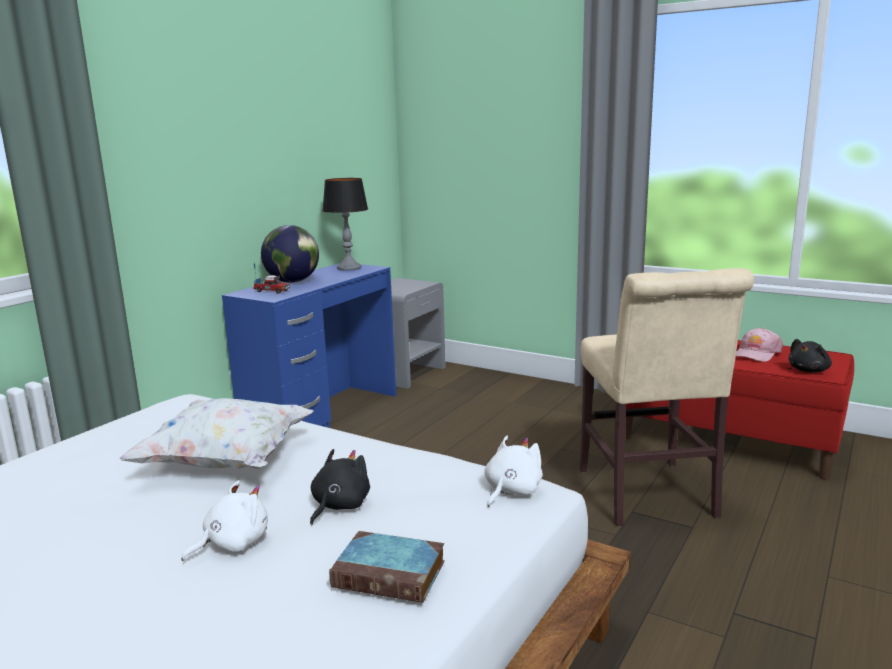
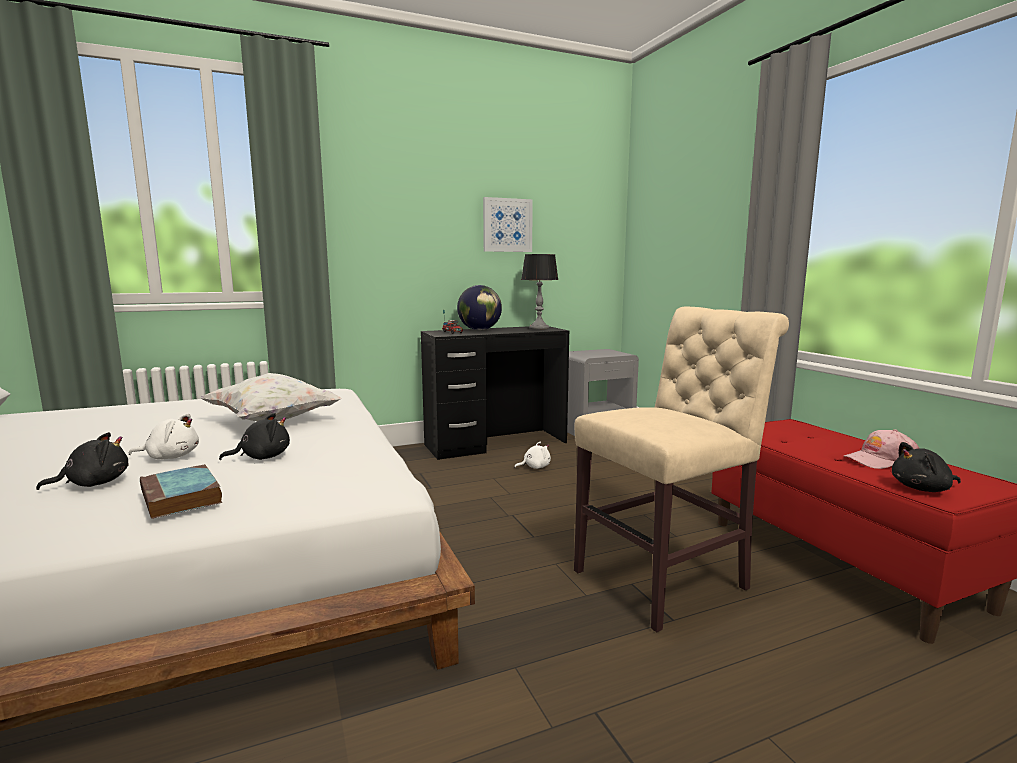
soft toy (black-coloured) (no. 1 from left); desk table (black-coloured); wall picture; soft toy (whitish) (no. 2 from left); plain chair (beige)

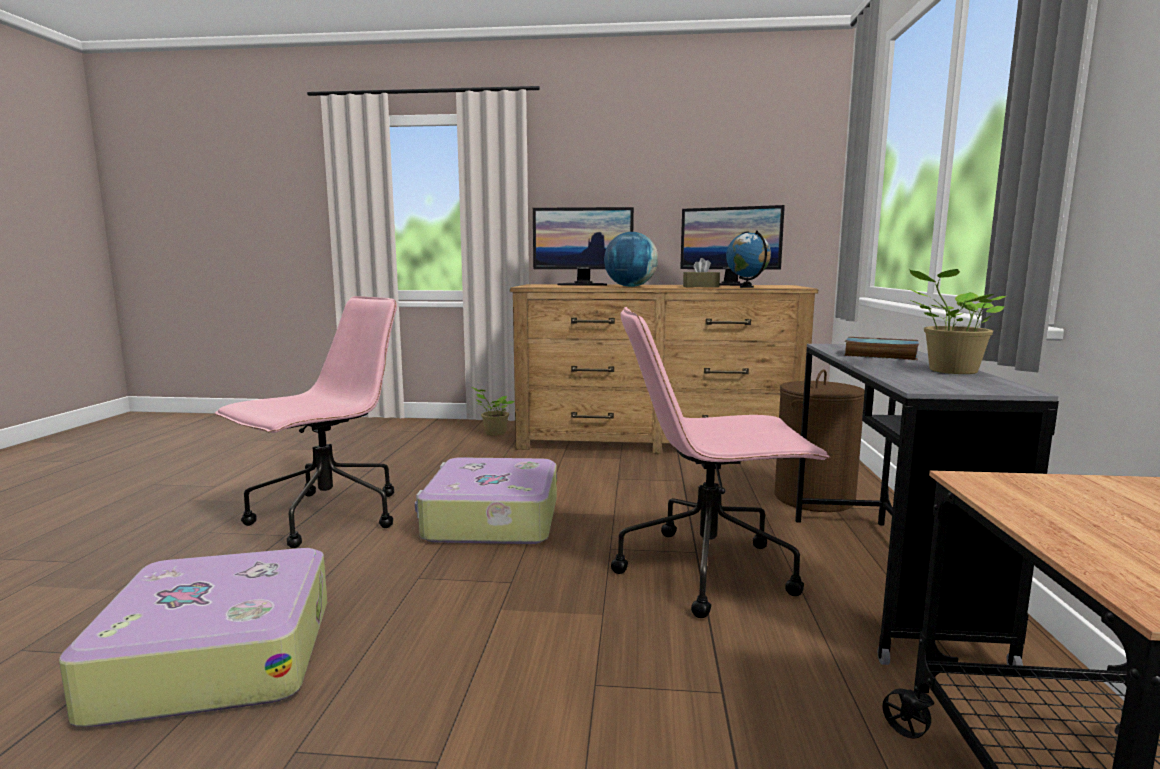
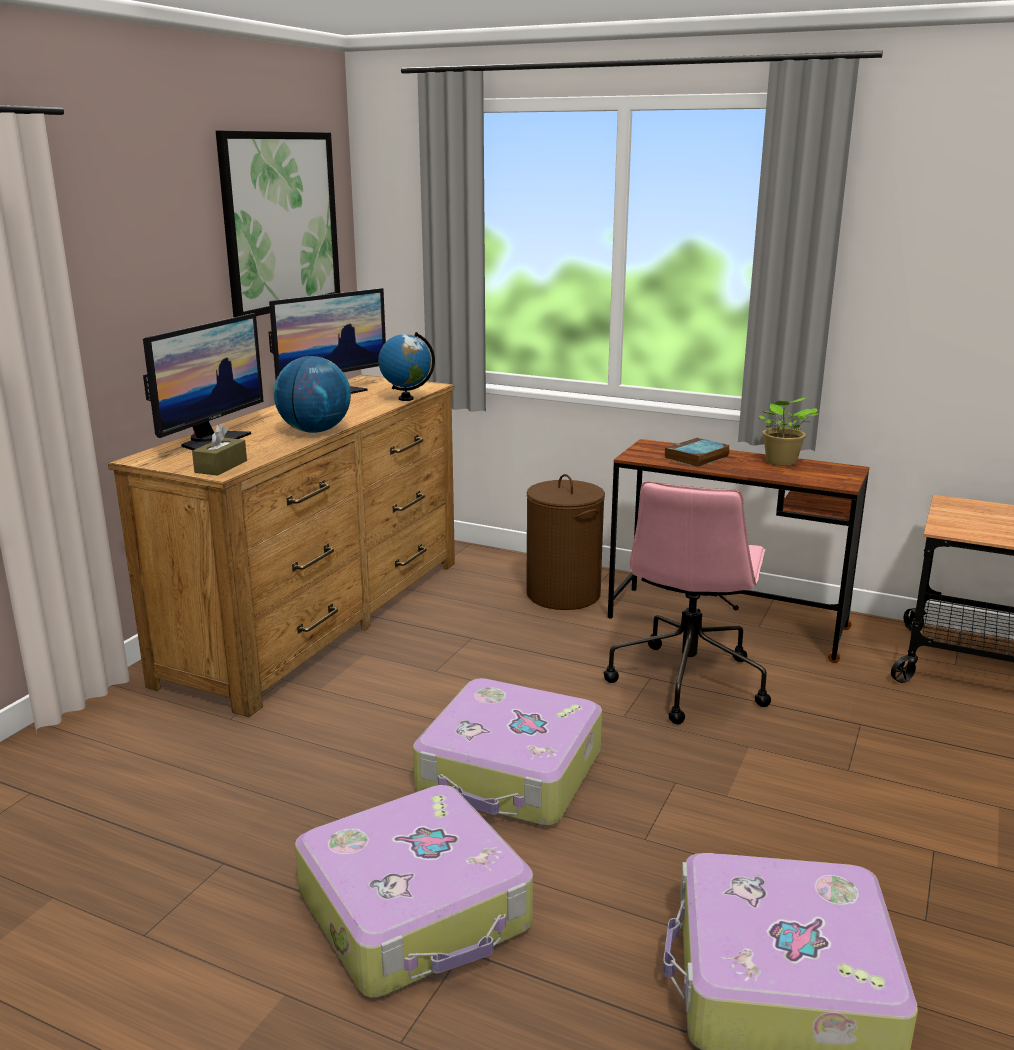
tissue box (brown); wall picture; travel case (no. 1 from left); desk table (brown); houseplant (no. 1 from left in the first image)

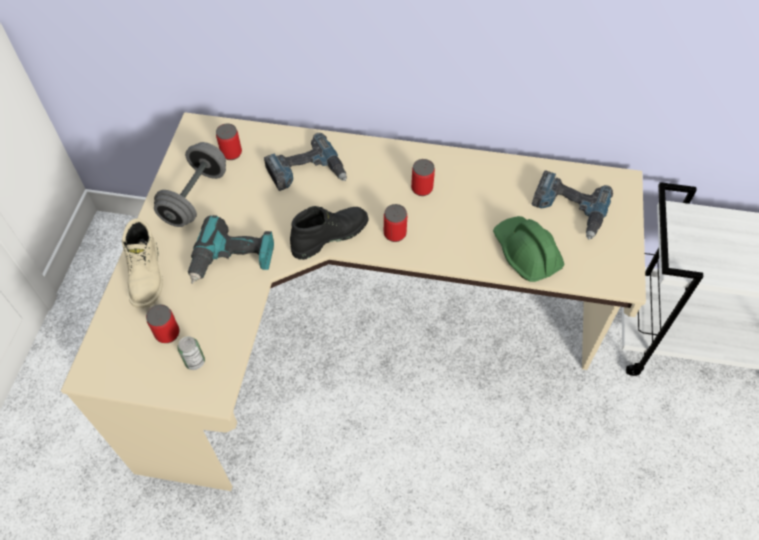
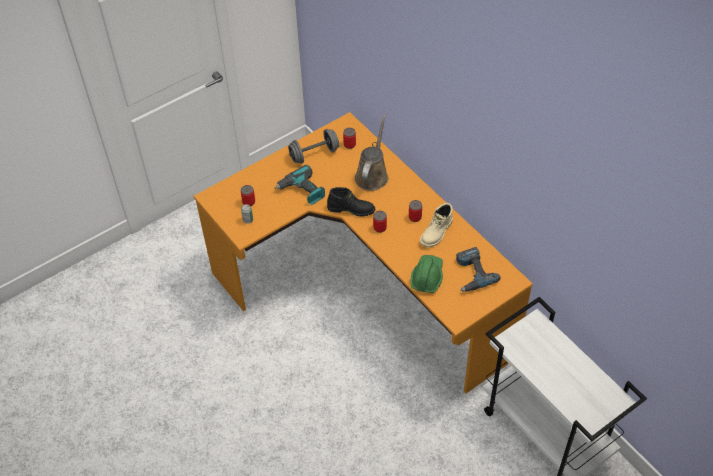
desk table (orange-coloured); sprinkling can (brown); high-top boot (beige)

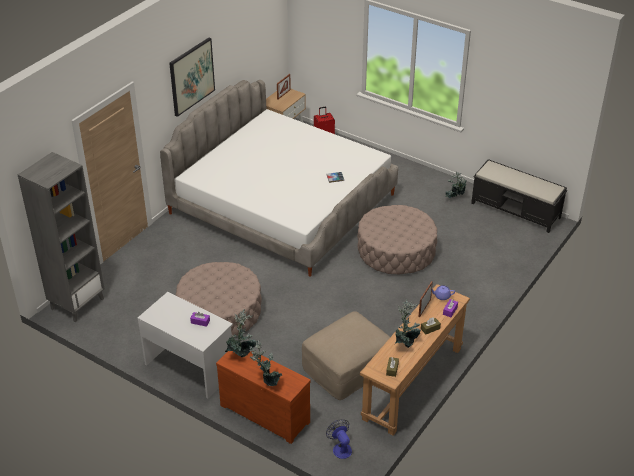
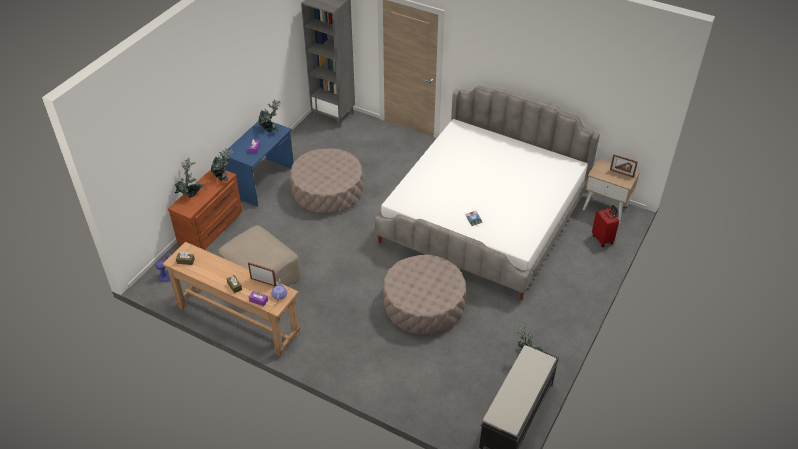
desk table (blue-coloured); houseplant (no. 3 from left); wall picture

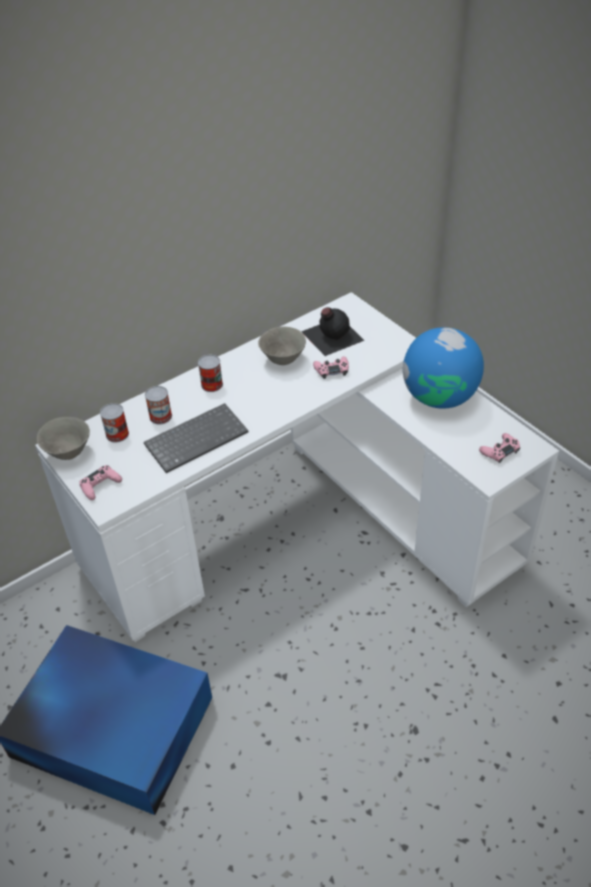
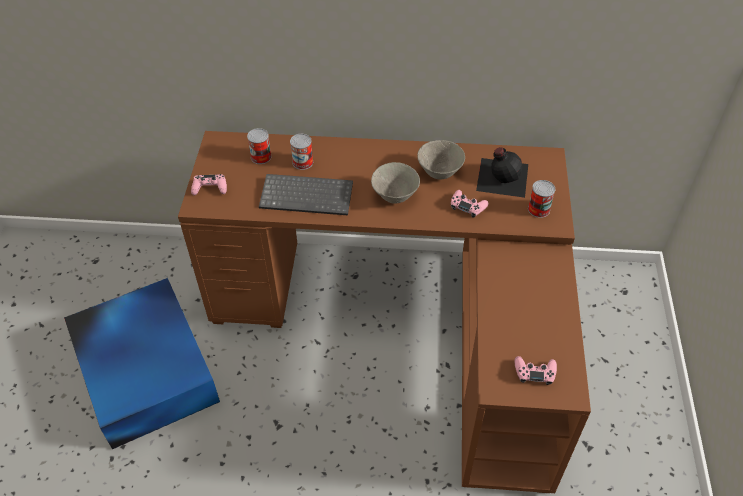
desk table (brown); deep dish (greyish) (no. 1 from left); sealed can (no. 3 from left); desk globe

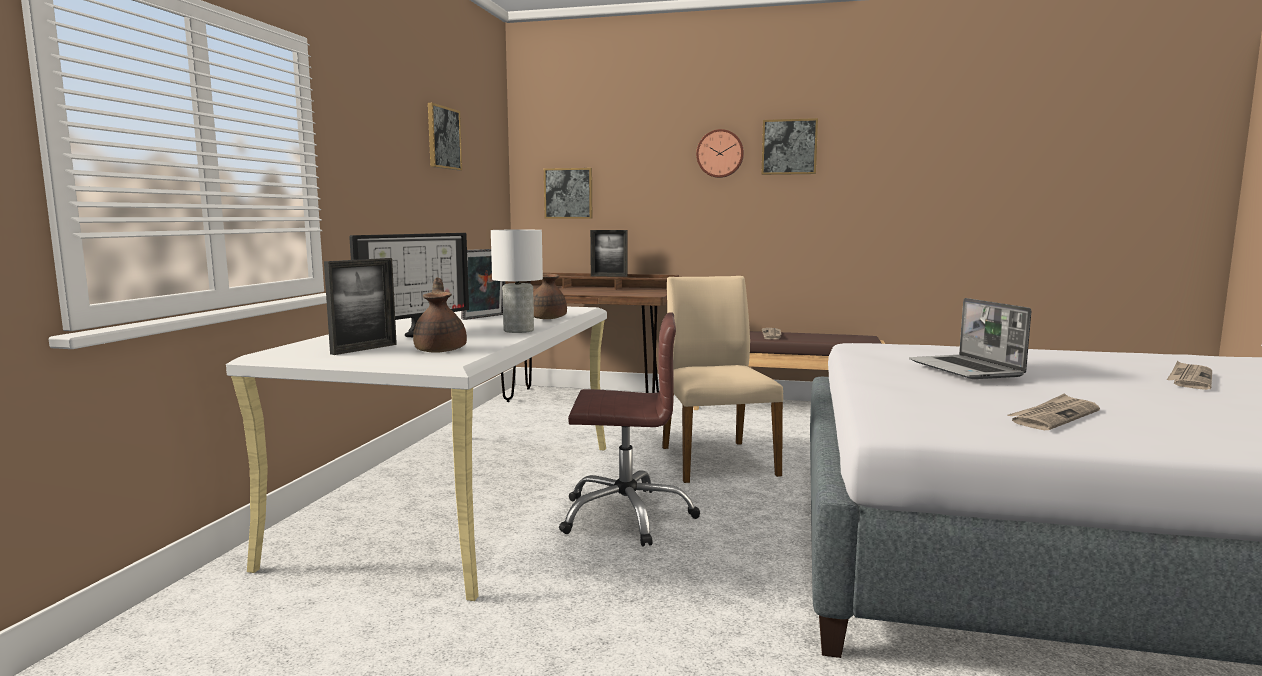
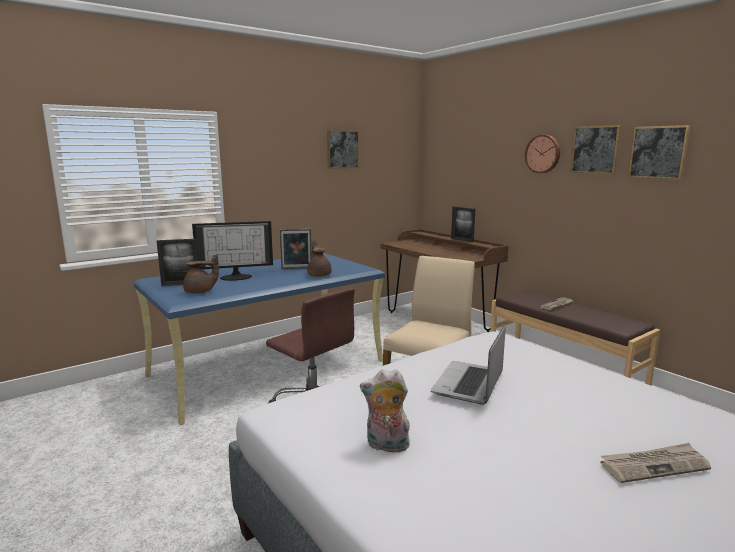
desk table (blue-coloured); pot for tea (brown) (no. 1 from left); soft toy; wall picture (no. 3 from left); tabletop lamp (whitish)

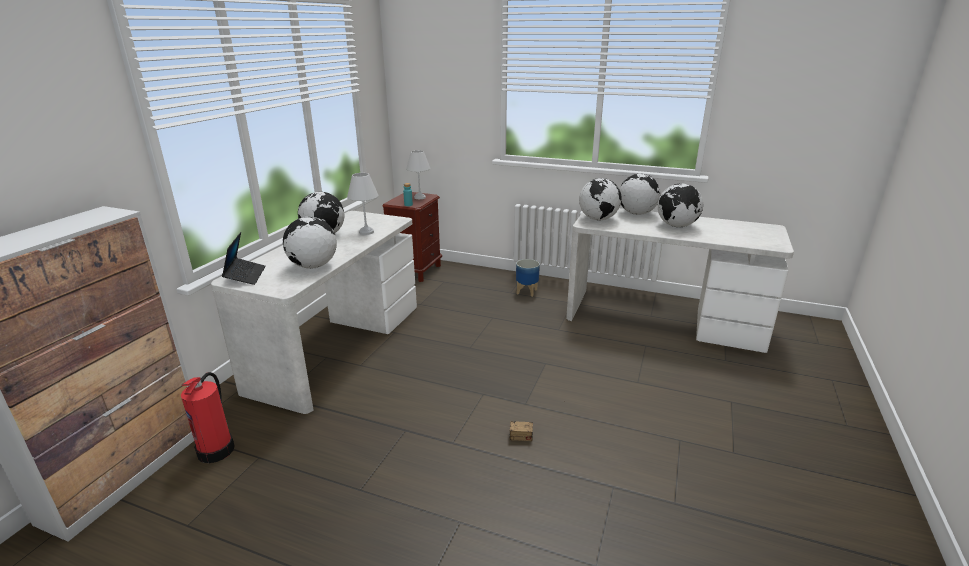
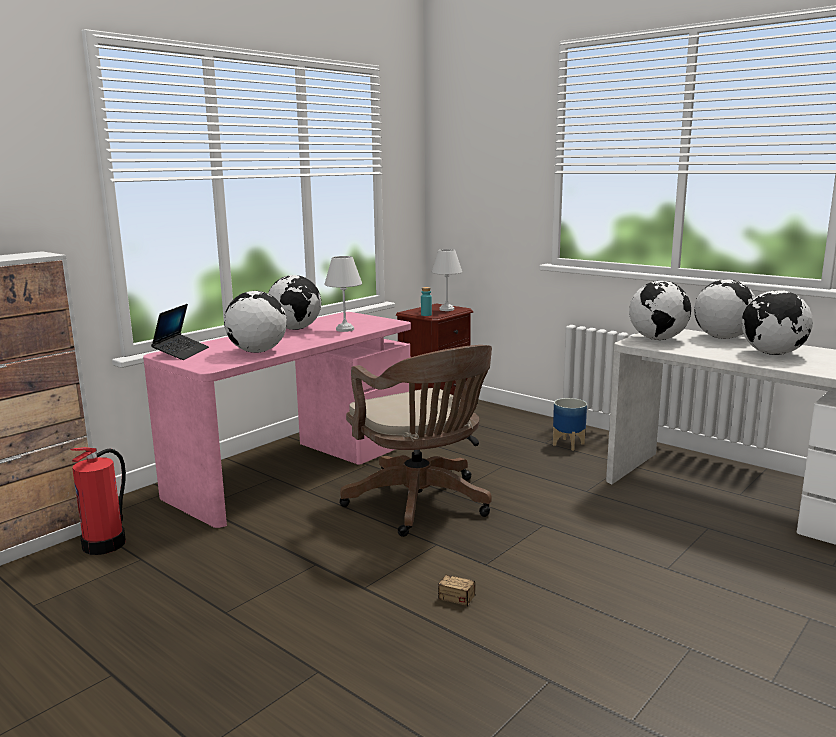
desk table (pink); computer chair (brown)

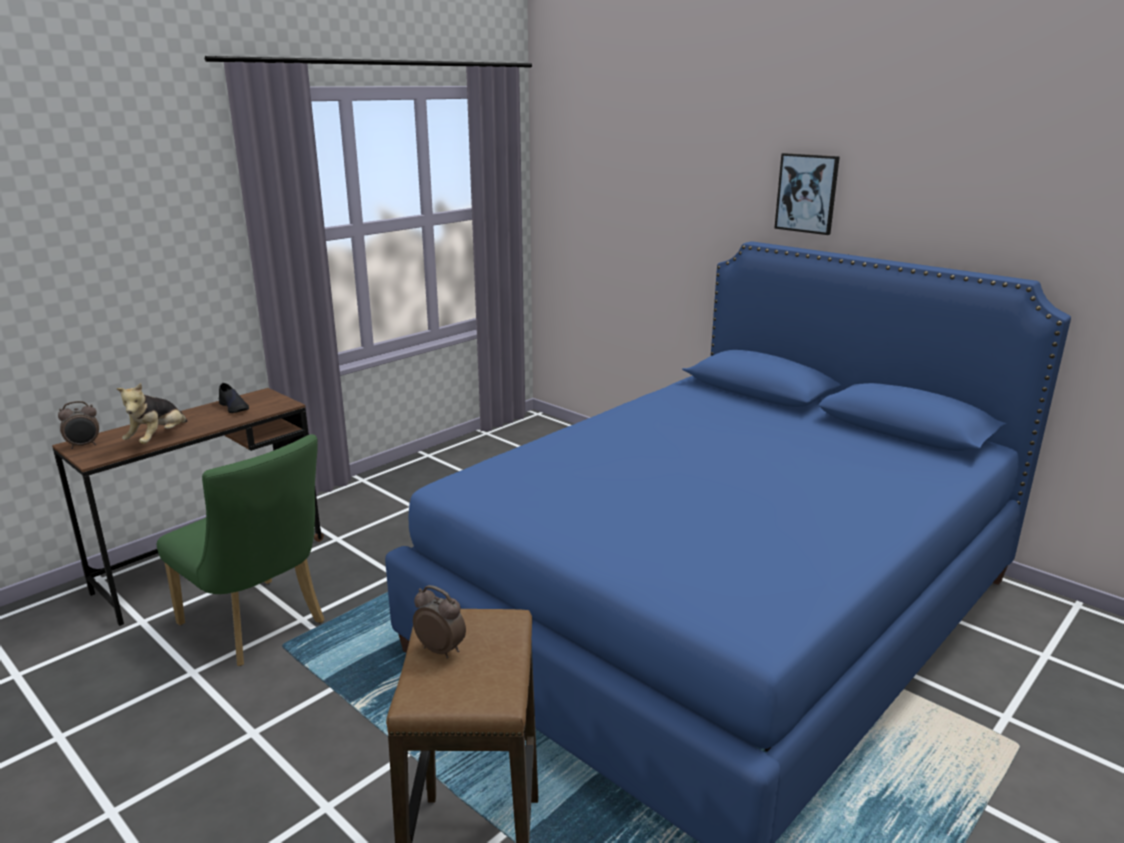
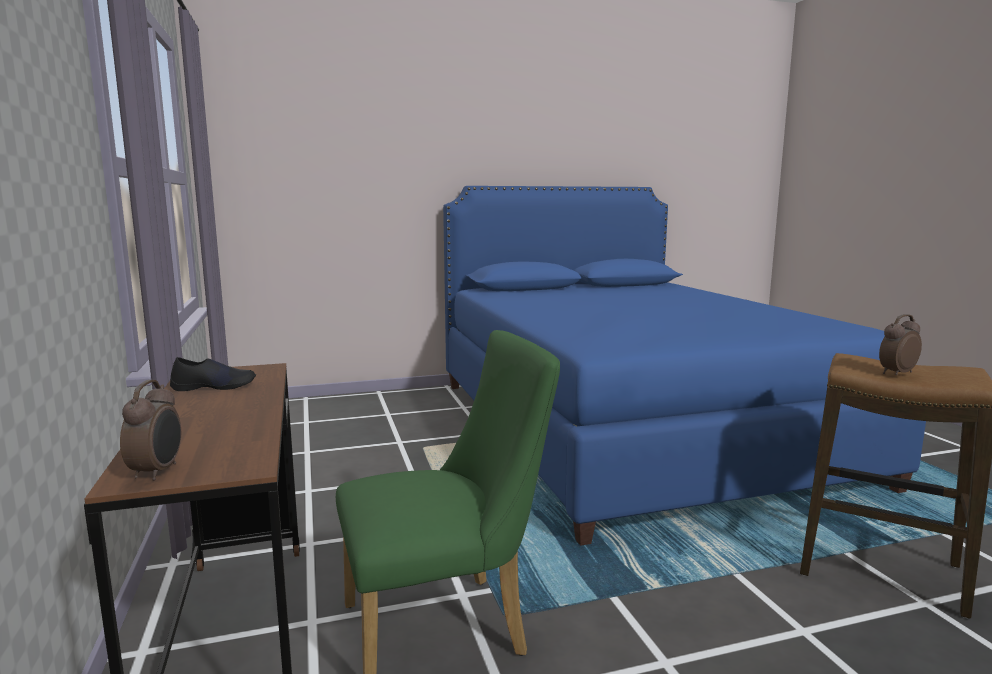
soft toy; wall picture

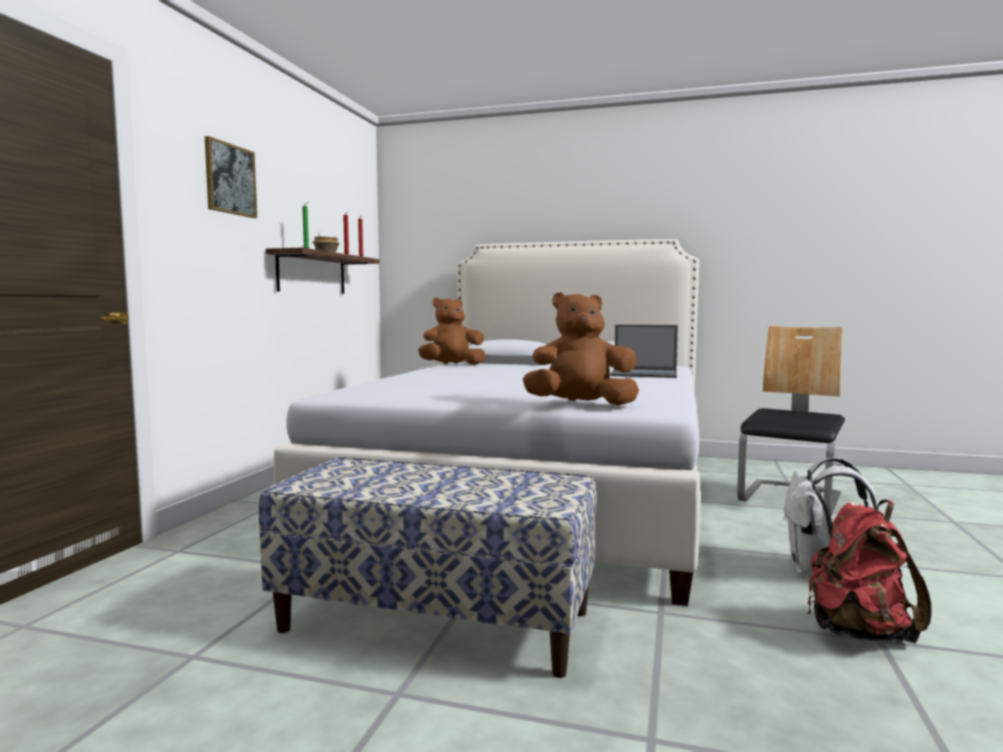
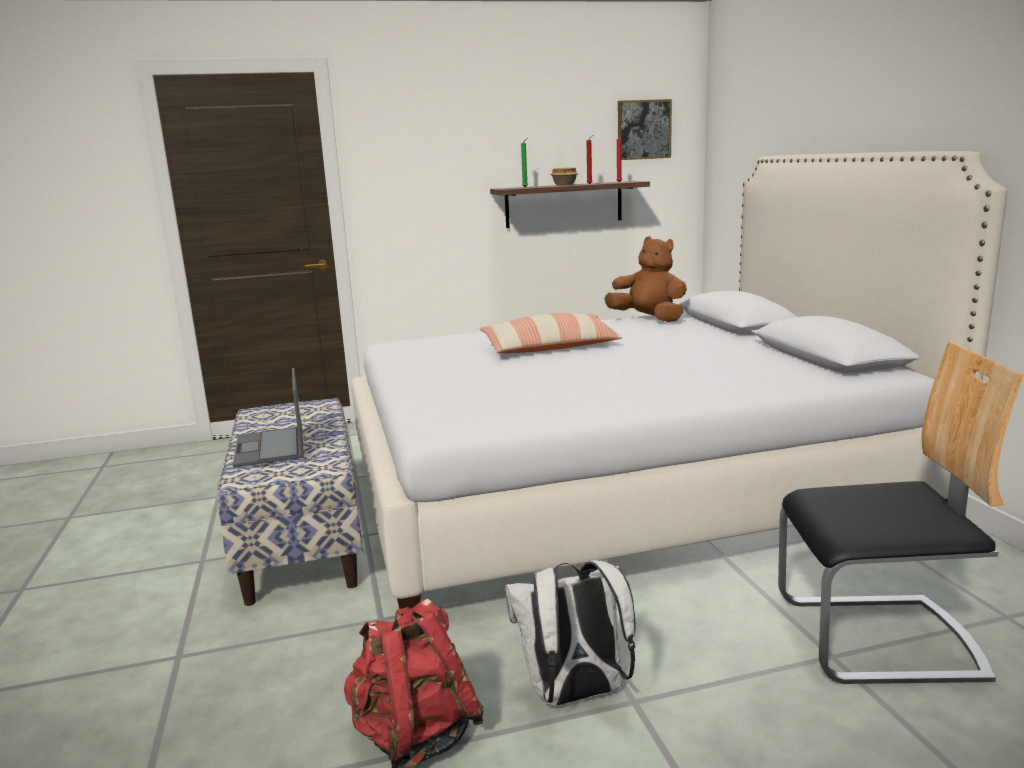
portable computer; pillow; wall picture; soft toy (brown) (no. 2 from left in the first image)

